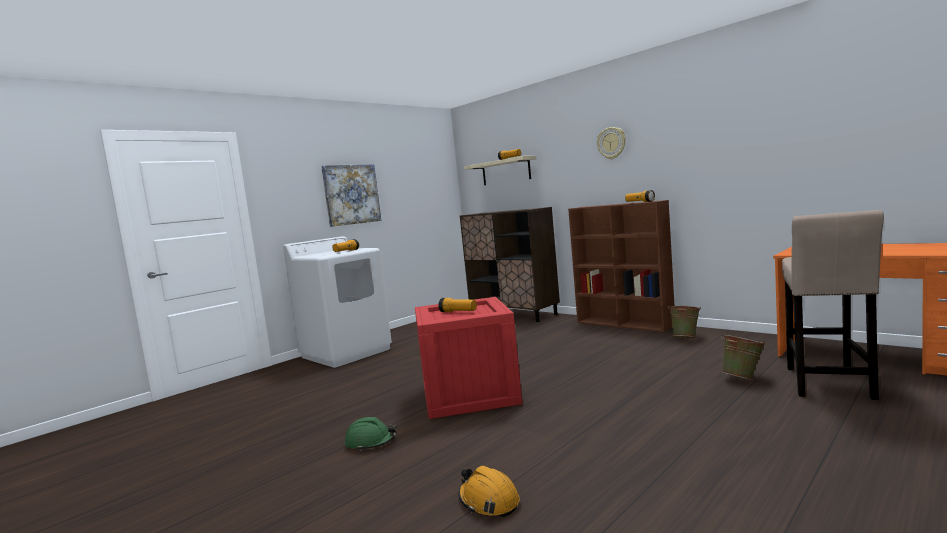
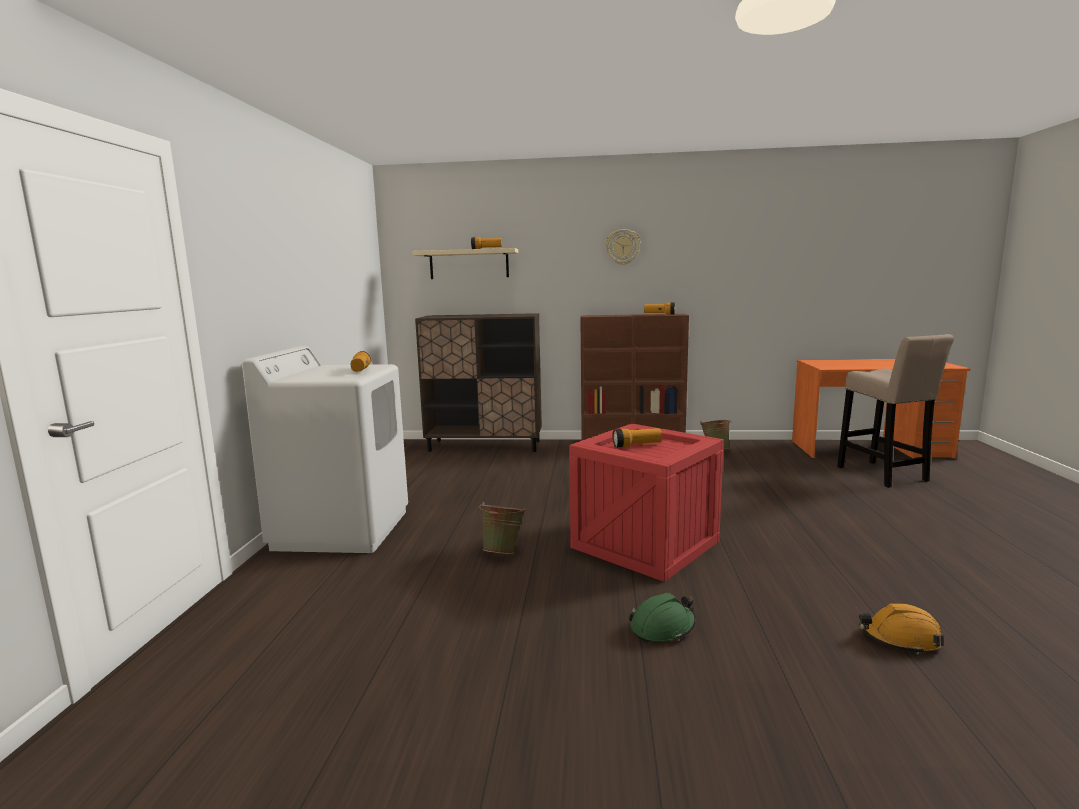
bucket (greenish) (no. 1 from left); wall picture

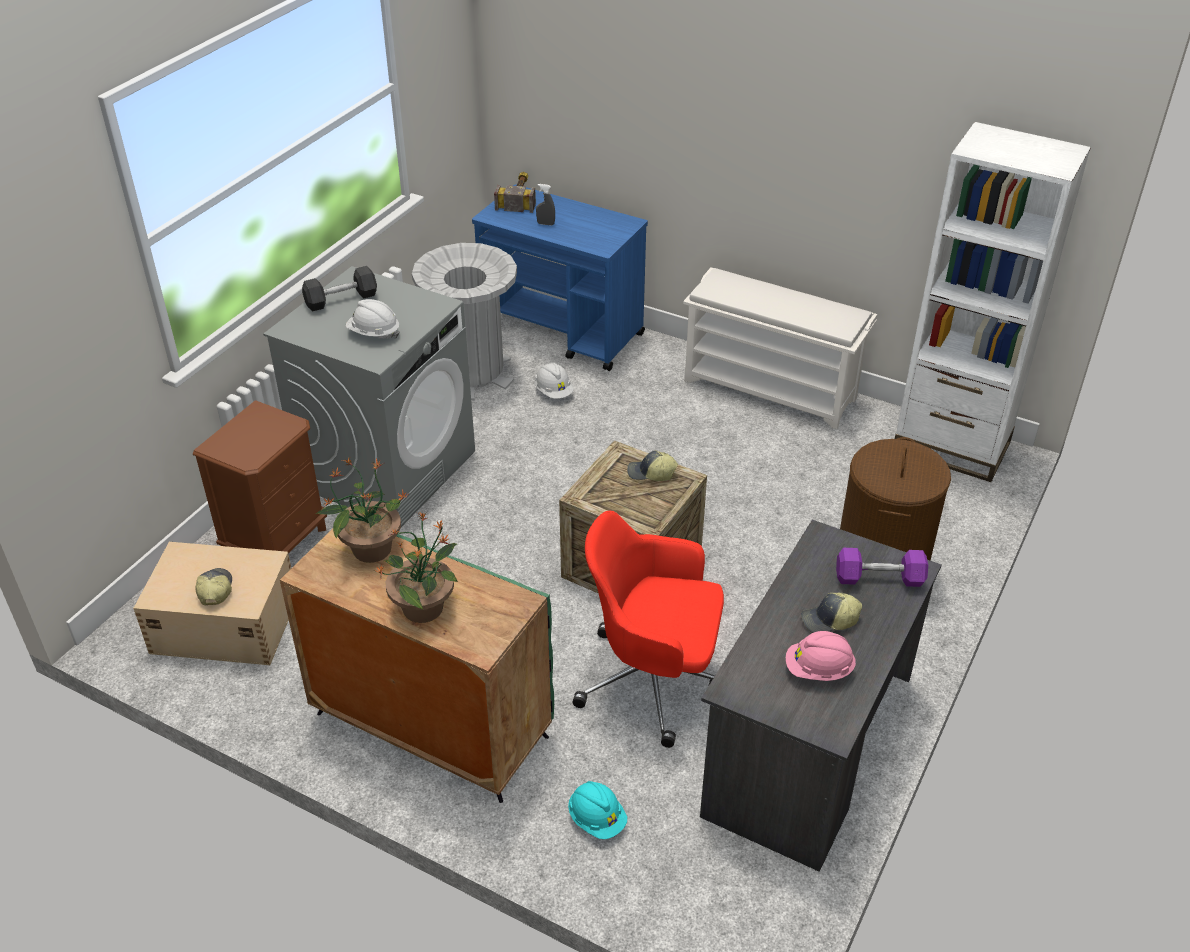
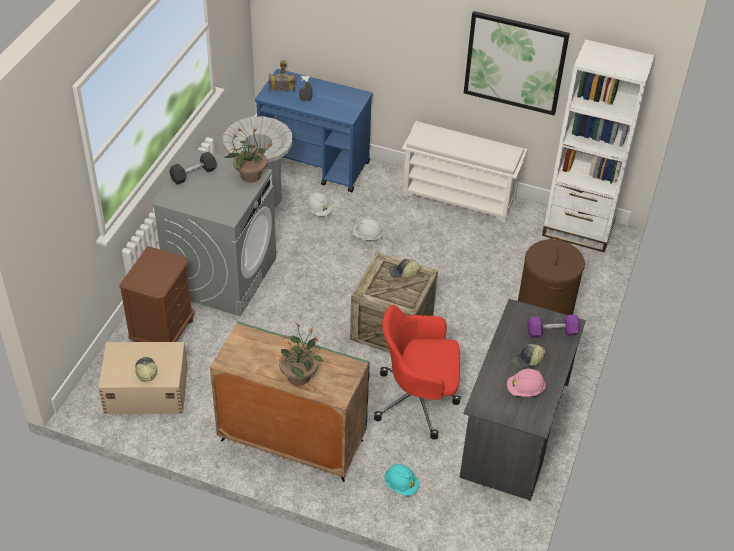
houseplant (no. 1 from left); safety helmet (whitish) (no. 2 from left); wall picture

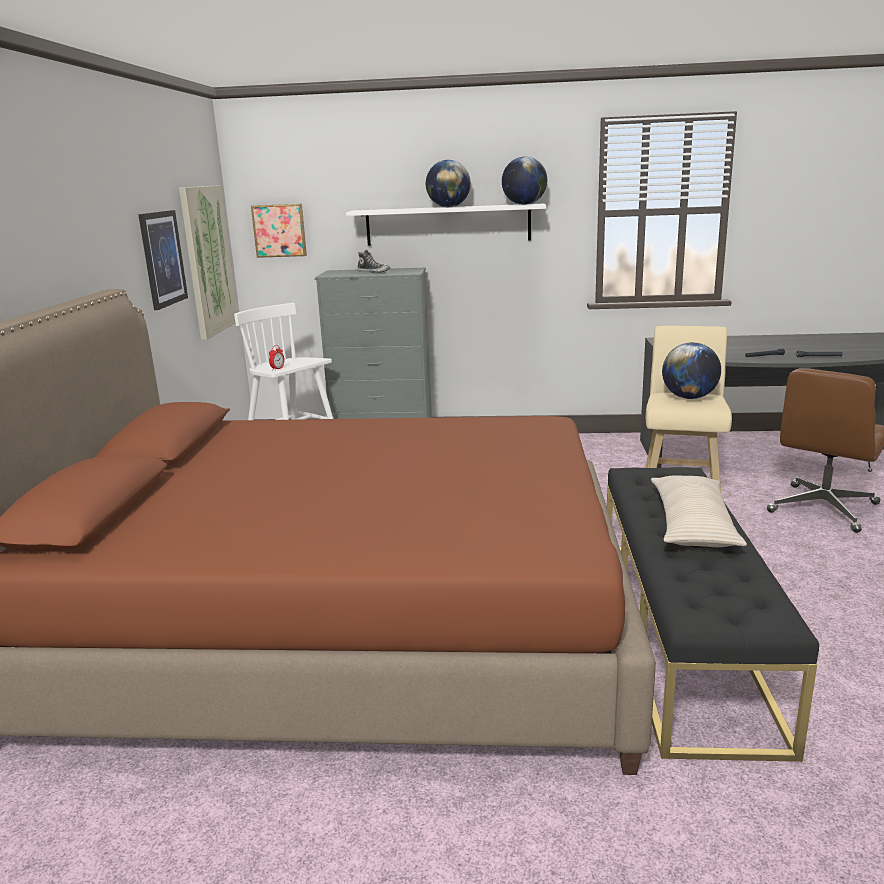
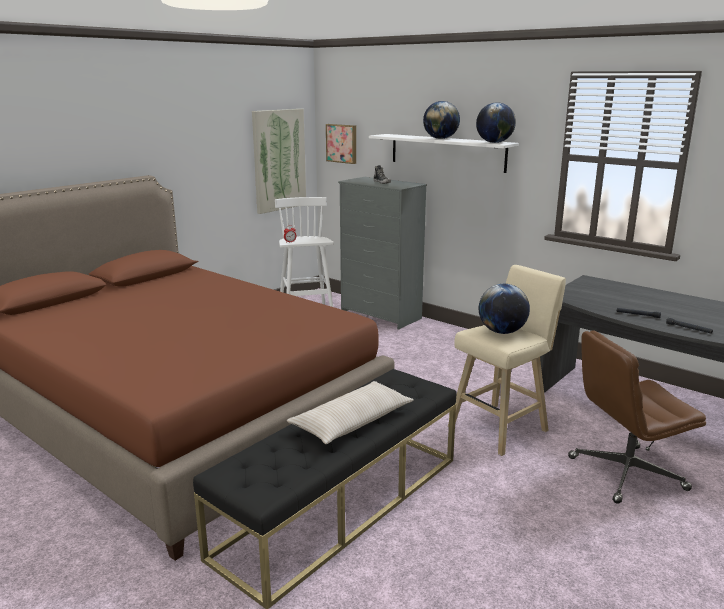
wall picture (no. 1 from left in the first image)

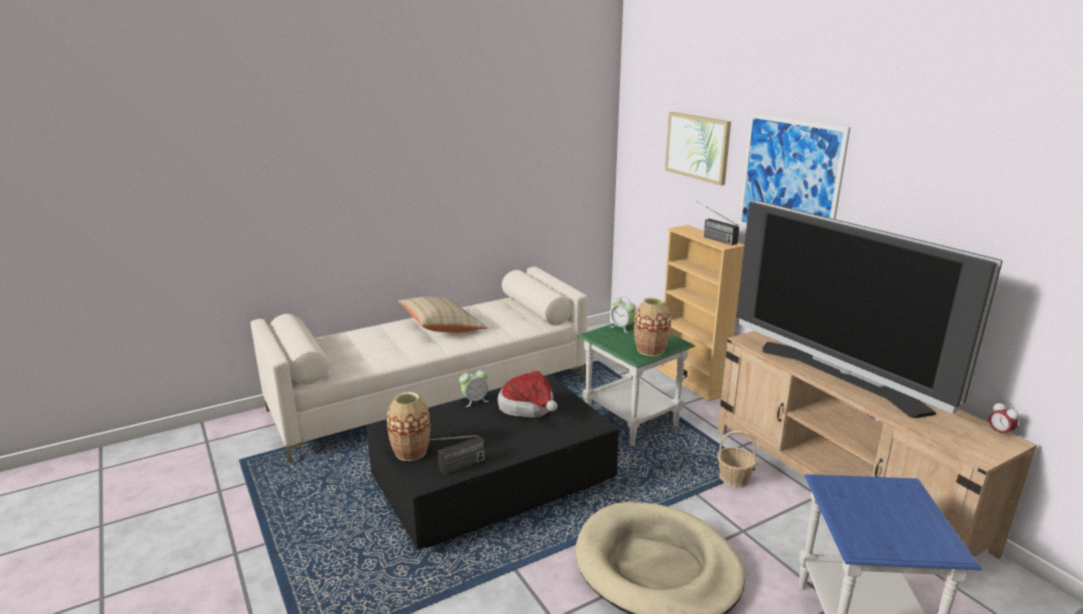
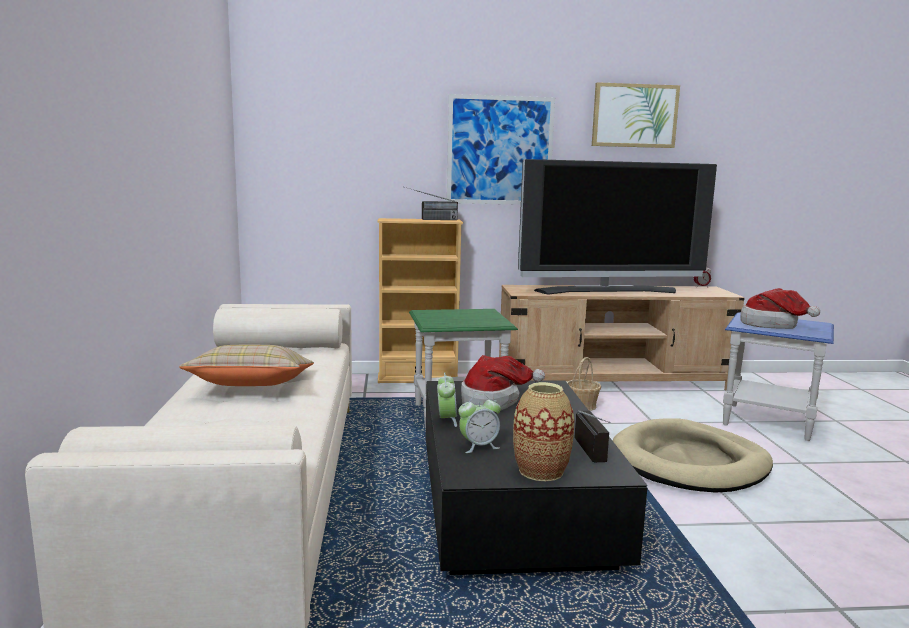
table clock (no. 2 from left); wall picture (no. 2 from left); wearable hat (no. 2 from left); decorative vase (no. 2 from left in the first image)

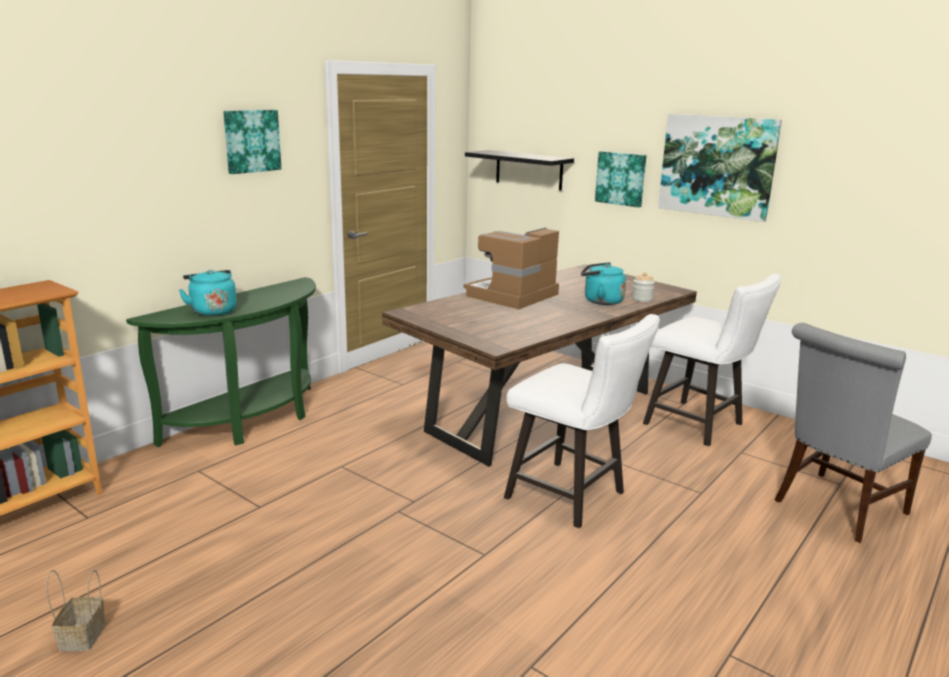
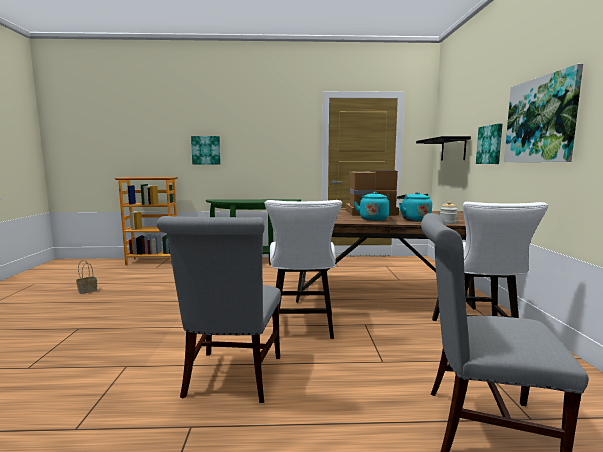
plain chair (greyish) (no. 1 from left); wall picture (no. 1 from left); tea kettle (turquoise-coloured) (no. 1 from left)

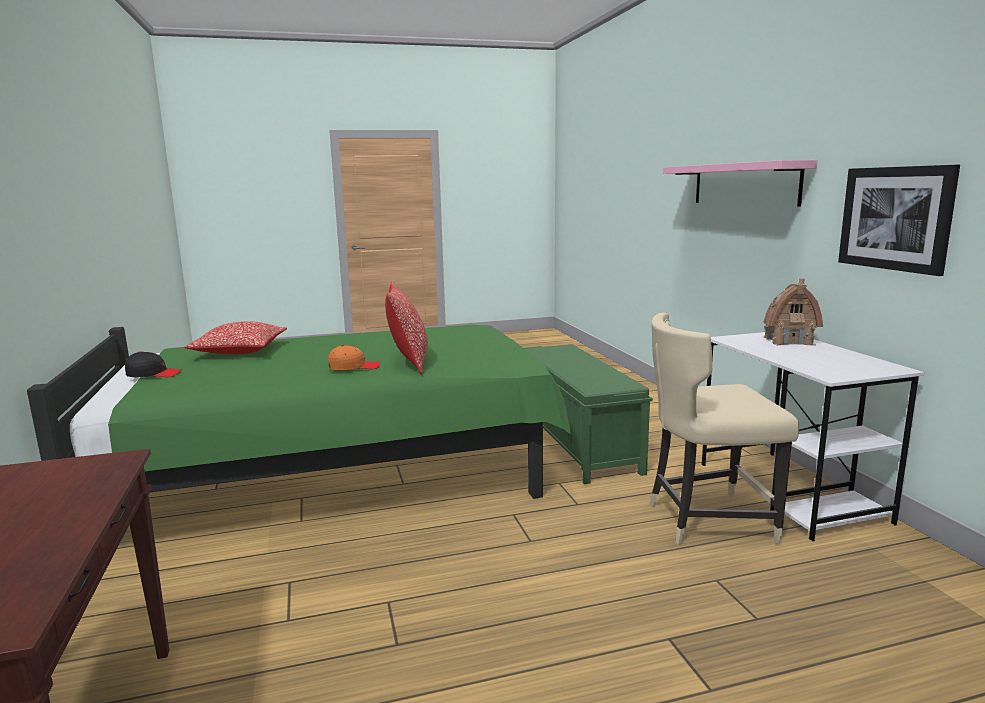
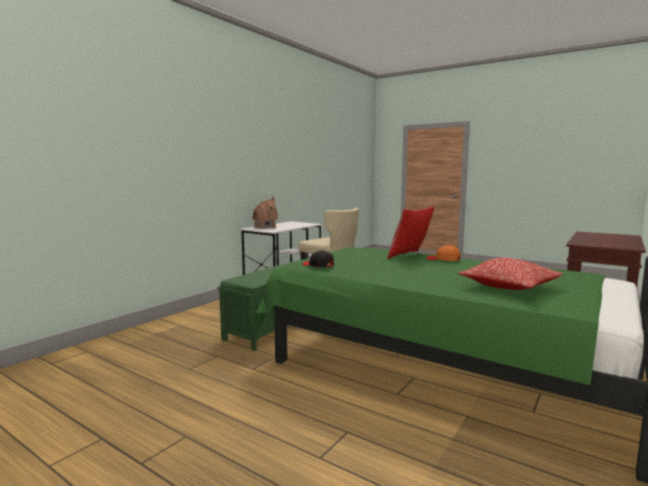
cap (black-coloured); wall shelf (pink); wall picture

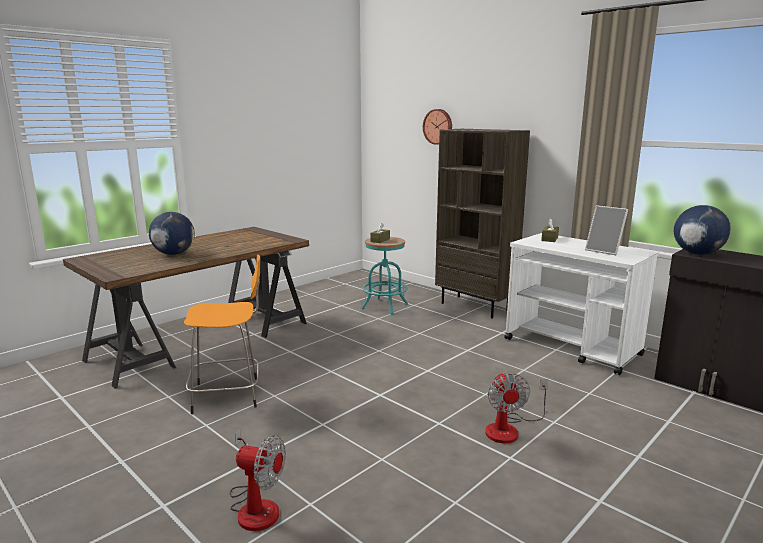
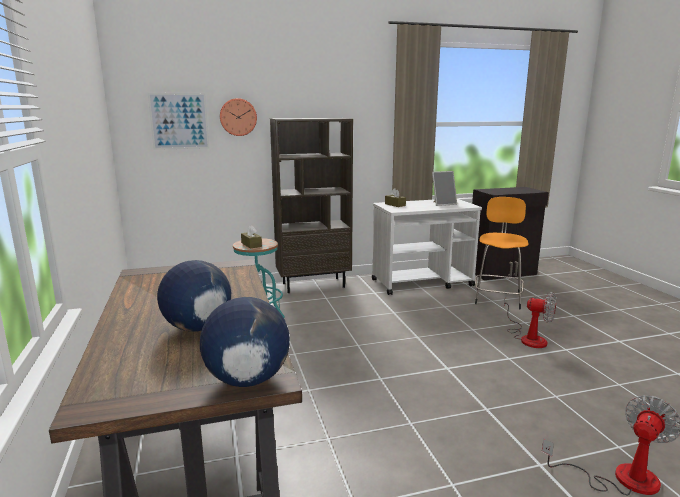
wall picture; desk globe (no. 2 from left); stool (orange-coloured)

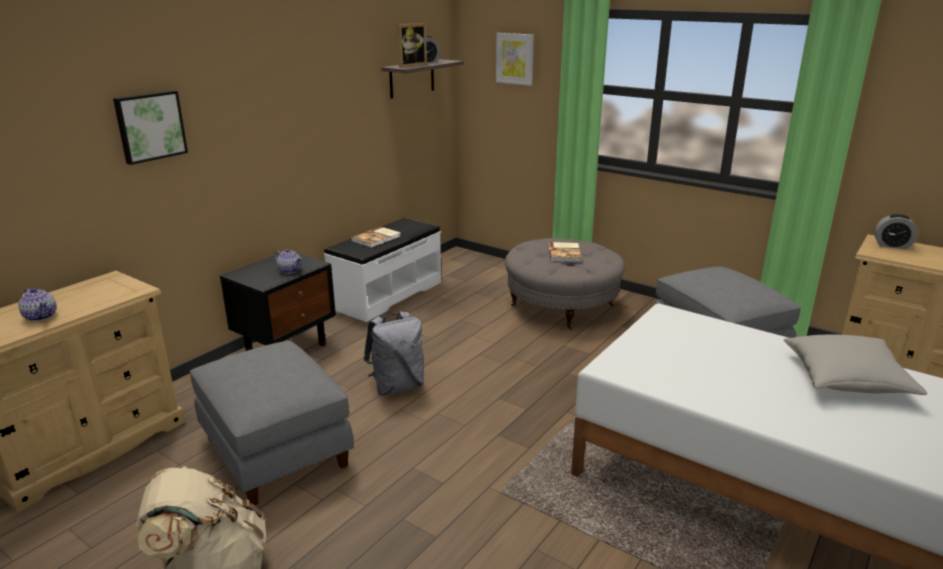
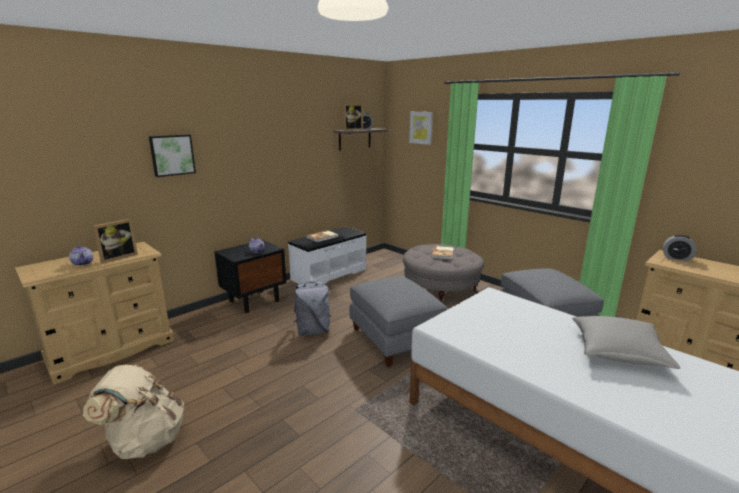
photo frame (no. 1 from left); footrest (greyish) (no. 1 from left)

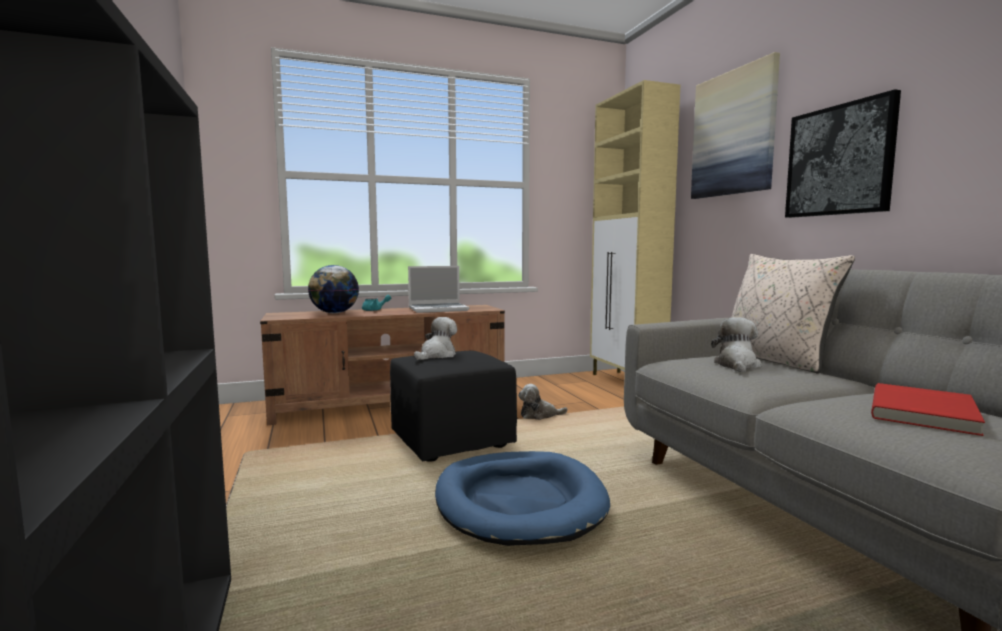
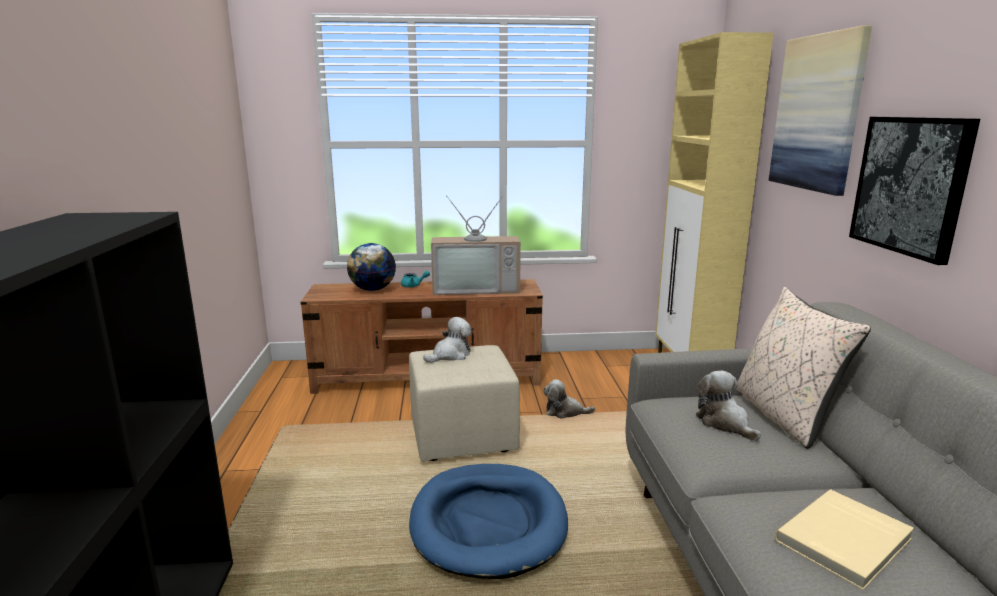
footrest (beige); TV set; soft toy (no. 3 from left); book (beige)

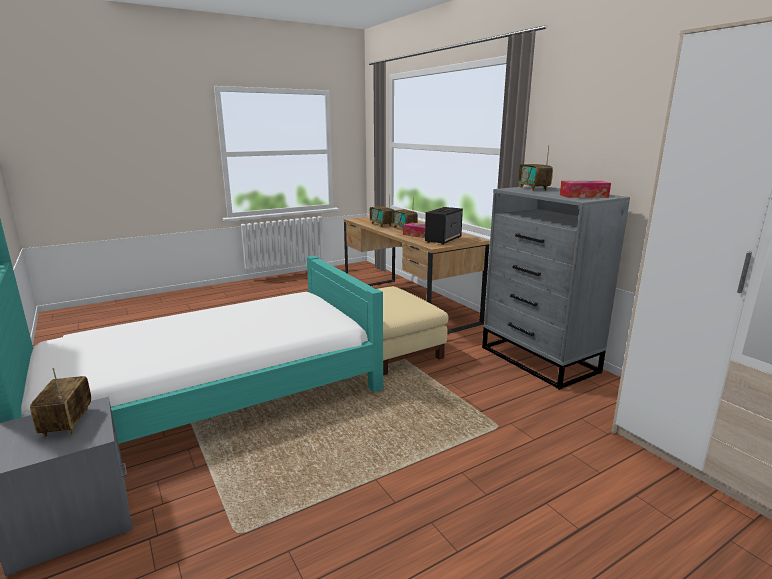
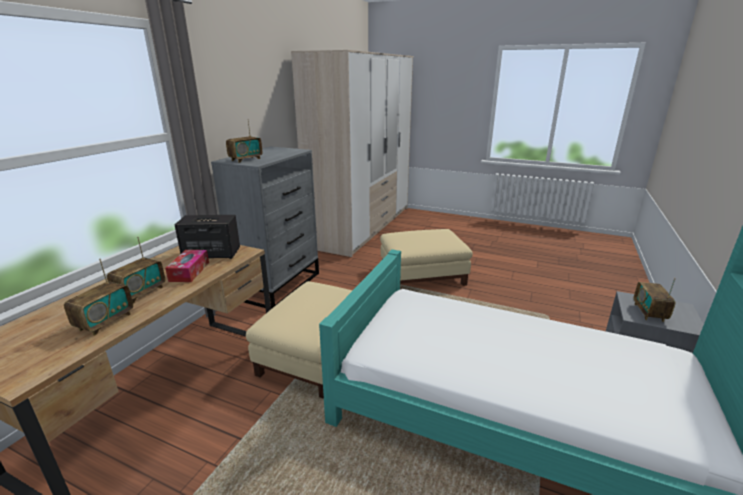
footrest (beige) (no. 2 from left); radio receiver (no. 4 from left); tissue box (no. 2 from left in the first image)

